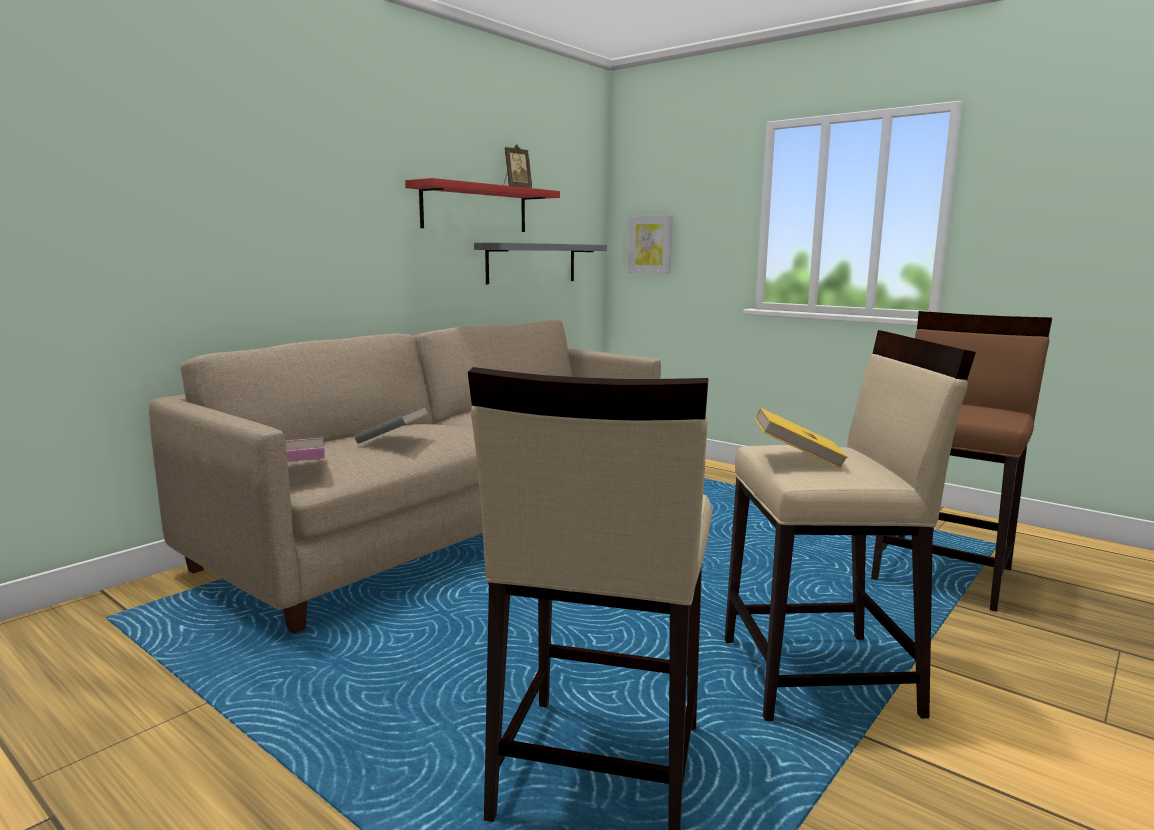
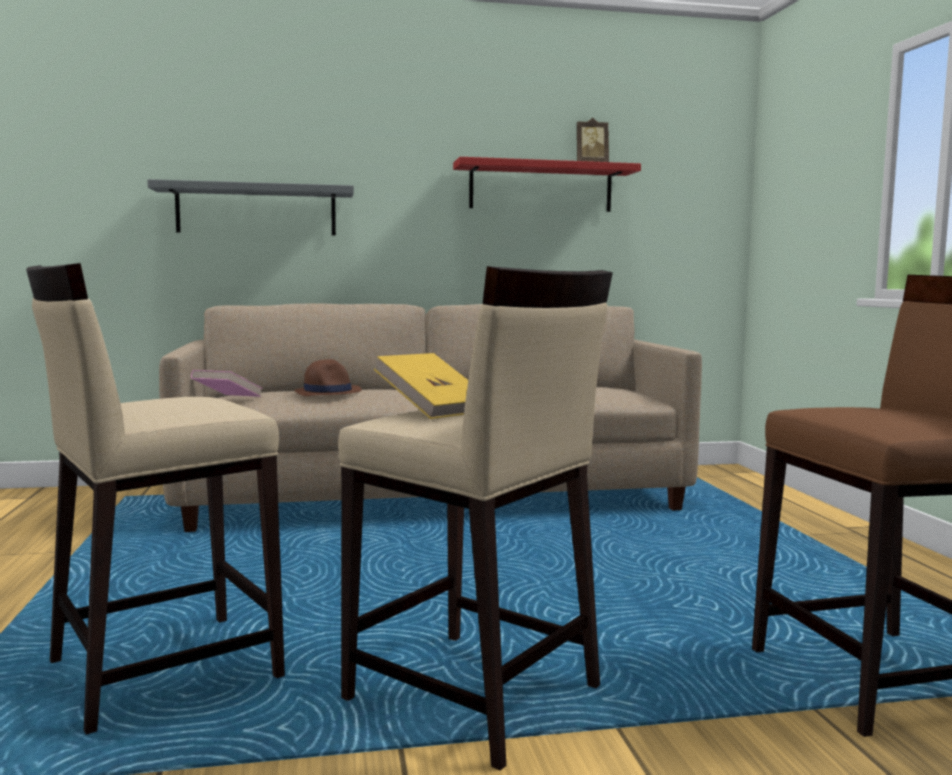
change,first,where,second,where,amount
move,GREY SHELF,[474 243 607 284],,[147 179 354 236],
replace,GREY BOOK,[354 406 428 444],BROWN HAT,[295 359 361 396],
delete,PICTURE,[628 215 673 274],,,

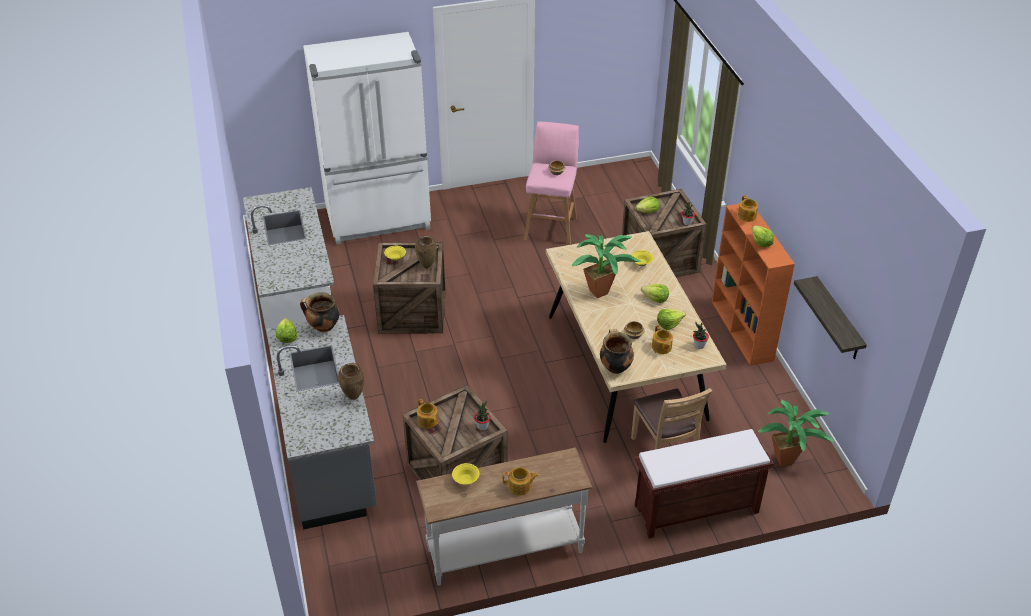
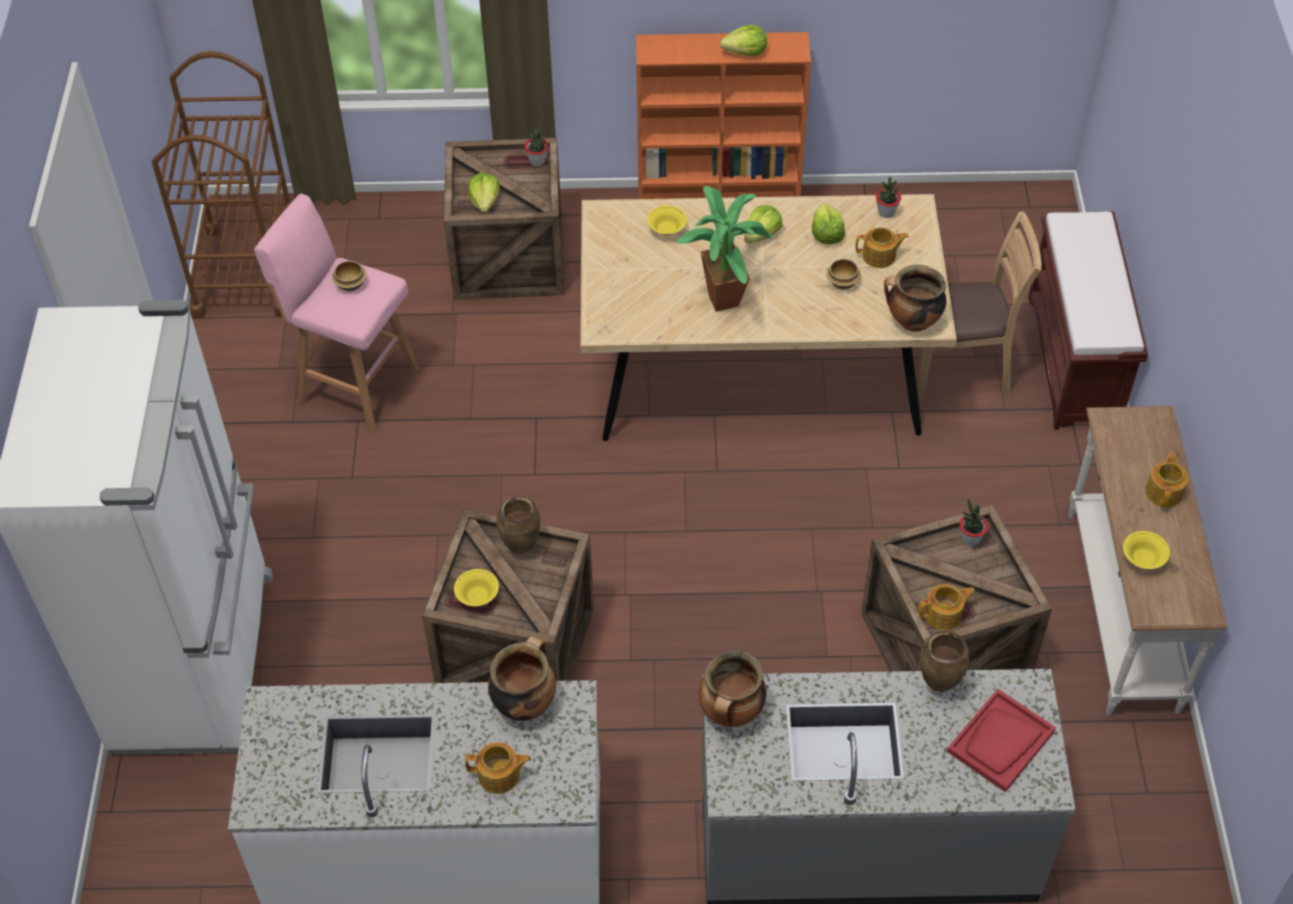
change,first,where,second,where,amount
insert,,,BROWN CART,[152 51 291 319],
move,TEAPOT,[738 195 758 222],,[465 742 531 794],
insert,,,COOKING POT,[488 636 556 721],
insert,,,RED TRAY,[947 689 1056 792],
delete,LETTUCE,[276 318 297 343],,,
delete,POTTED PLANT,[758 400 834 466],,,
delete,SHELF,[794 276 867 359],,,

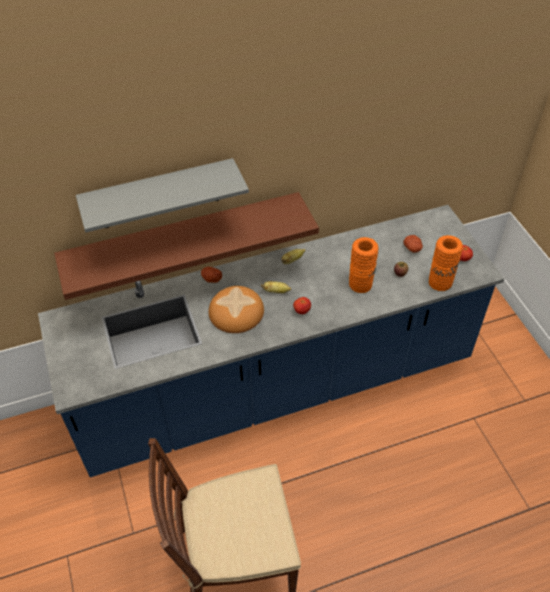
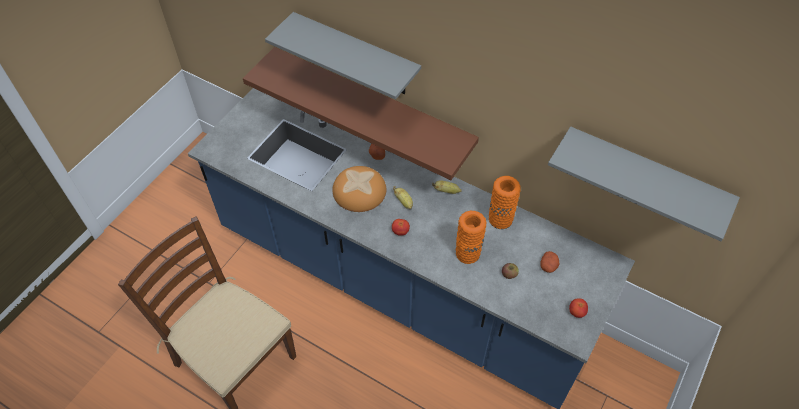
change,first,where,second,where,amount
move,ORANGE VASE,[429 235 463 291],,[489 176 521 229],
insert,,,GREY SHELF,[548 127 740 241],

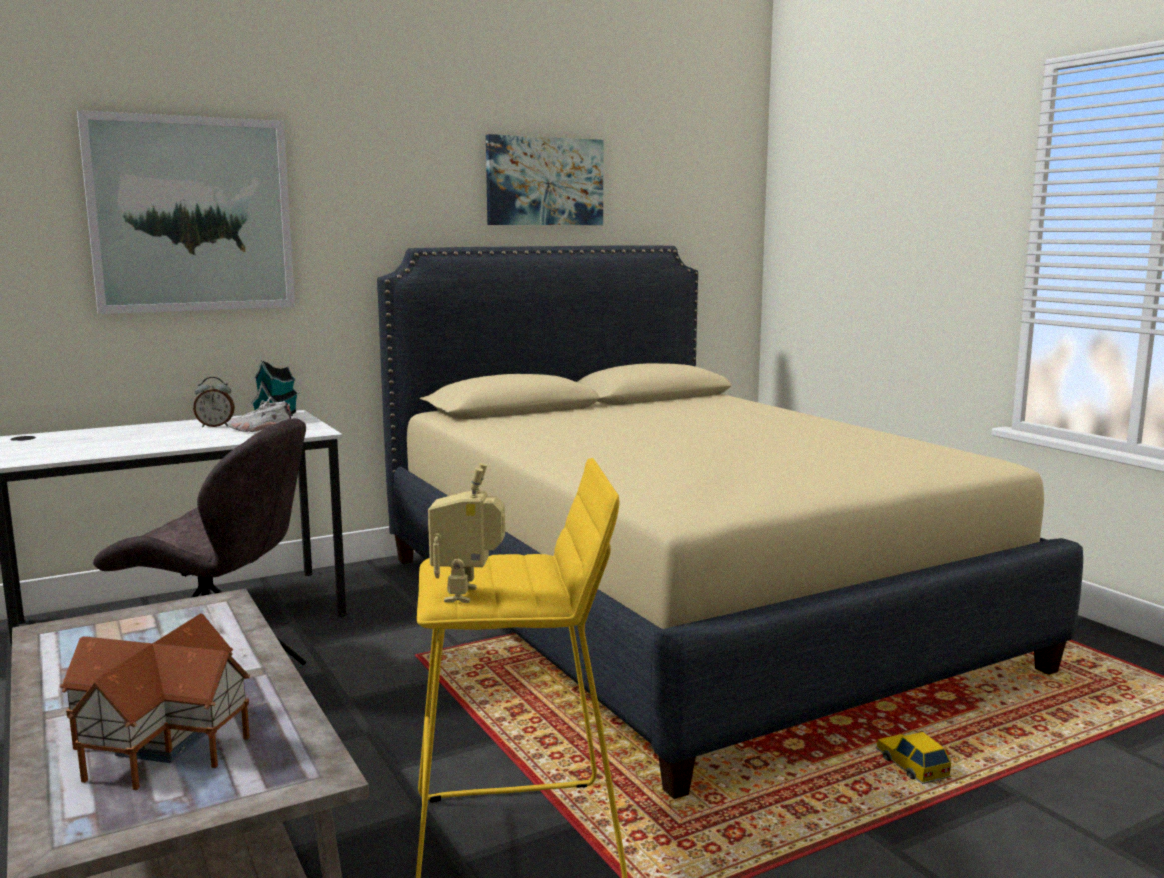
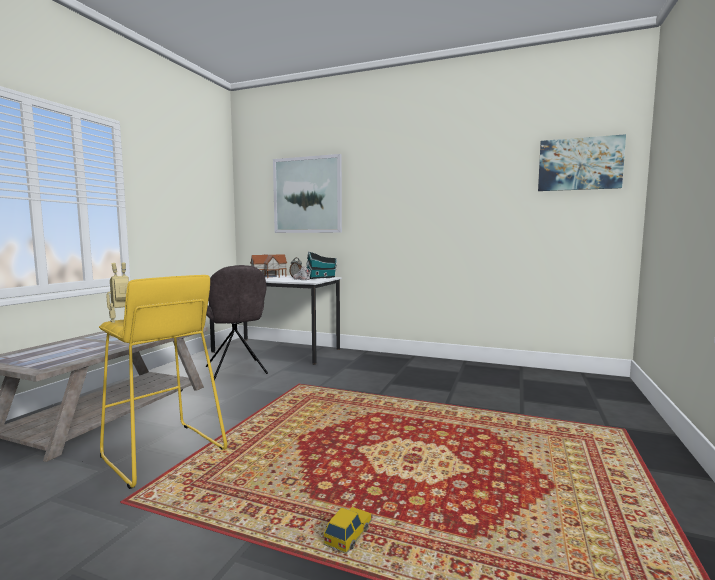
change,first,where,second,where,amount
move,TOY HOUSE,[59 613 250 790],,[250 254 287 278],
move,PICTURE,[486 134 603 225],,[538 134 626 191],
delete,BEIGE BED,[377 245 1083 799],,,

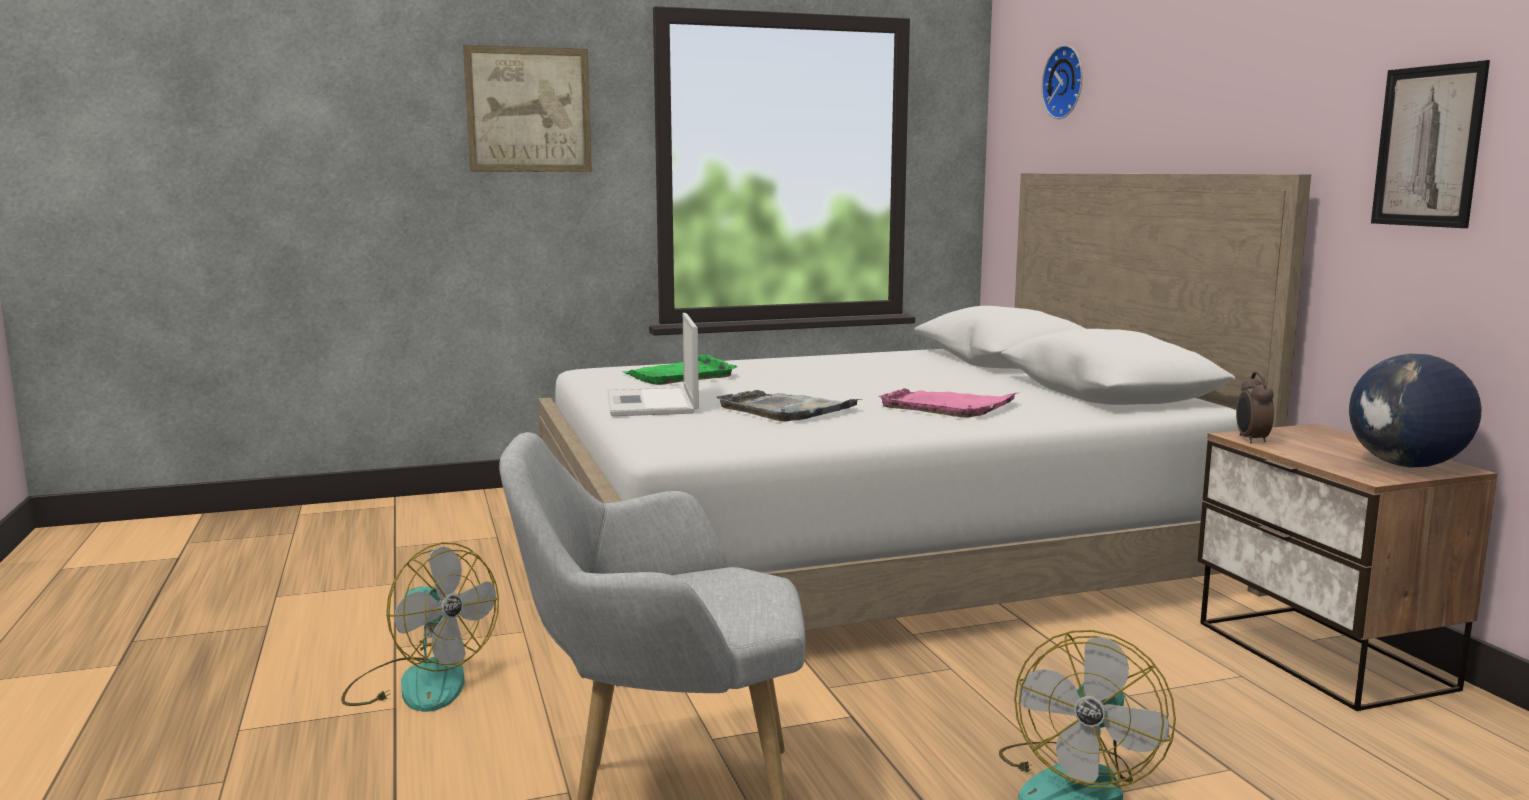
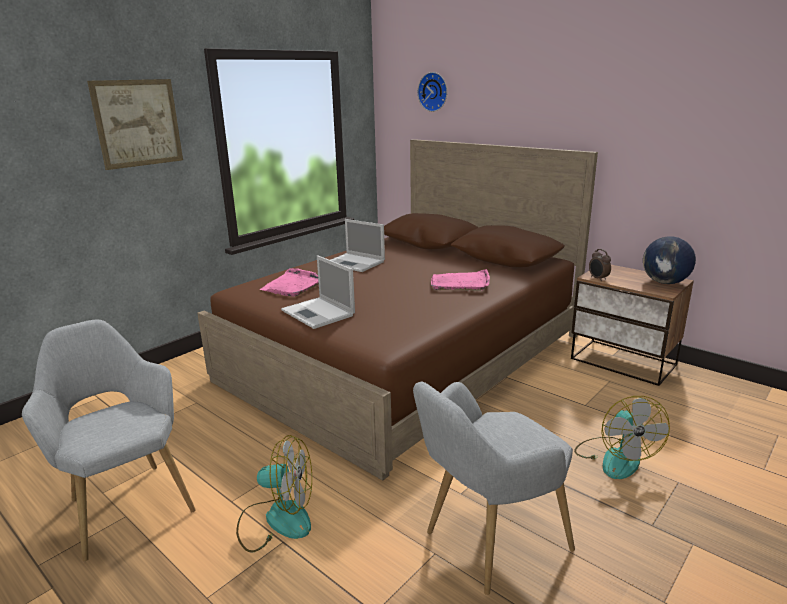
change,first,where,second,where,amount
insert,,,GREY ARMCHAIR,[22 320 196 561],
recolor,WHITE BED,[538 174 1311 686],BROWN BED,[197 139 598 481],
recolor,GREEN TRAY,[622 355 738 385],PINK TRAY,[259 268 319 297],
insert,,,LAPTOP,[330 219 385 272],
delete,GREY TRAY,[717 390 862 421],,,
delete,PICTURE,[1371 60 1490 228],,,

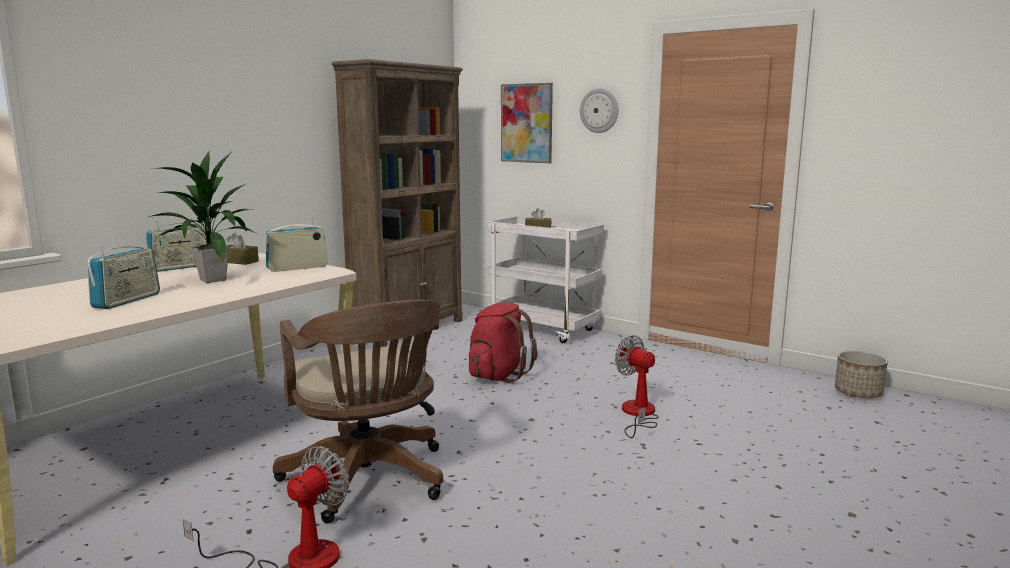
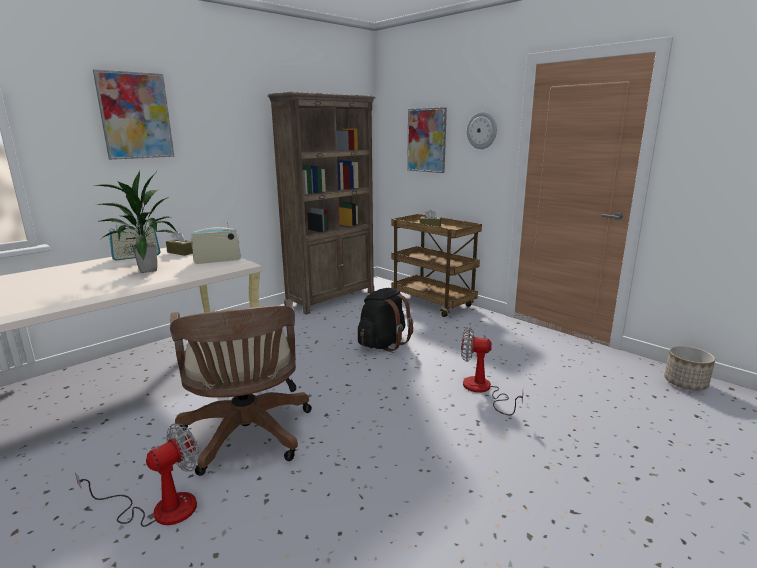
change,first,where,second,where,amount
insert,,,PICTURE,[93 69 175 160],
recolor,RED BACKPACK,[469 303 537 383],BLACK BACKPACK,[358 288 413 352],
recolor,WHITE CART,[488 216 604 343],BROWN CART,[391 214 482 317],
rotate,FAN,[615 335 659 438],,[461 327 523 415],45 degrees counterclockwise
delete,RADIO,[87 246 160 309],,,

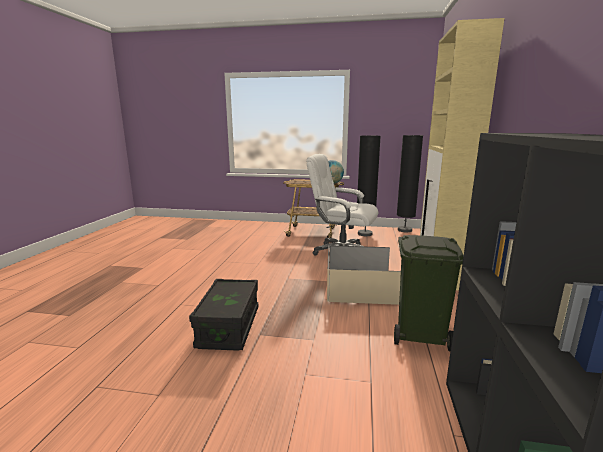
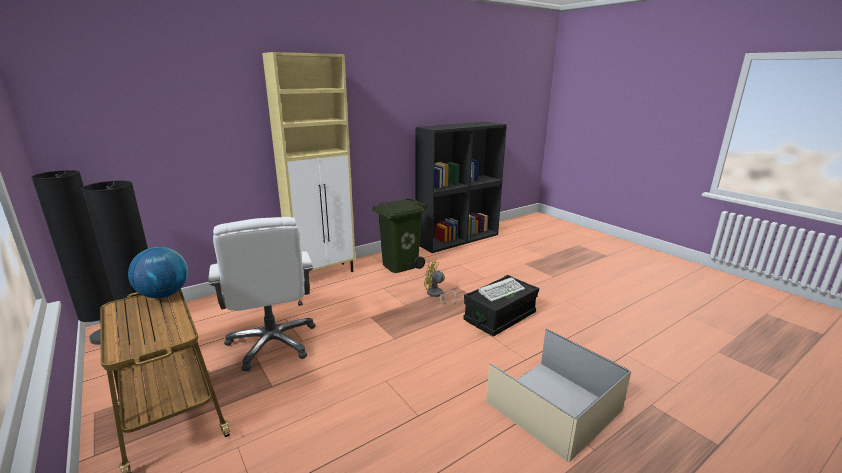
change,first,where,second,where,amount
insert,,,YELLOW FAN,[424 261 457 305],
insert,,,KEYBOARD,[478 277 525 302],
move,BEIGE STORAGE BOX,[327 245 401 305],,[486 329 631 463],

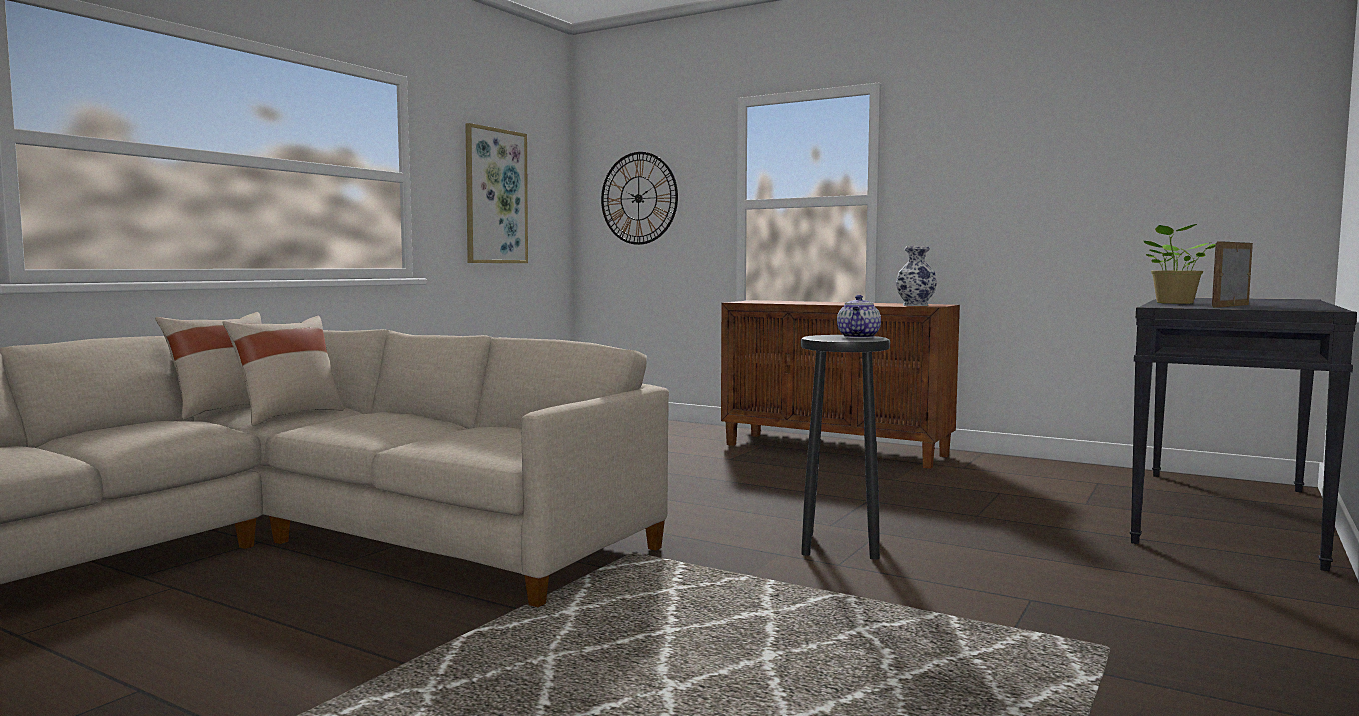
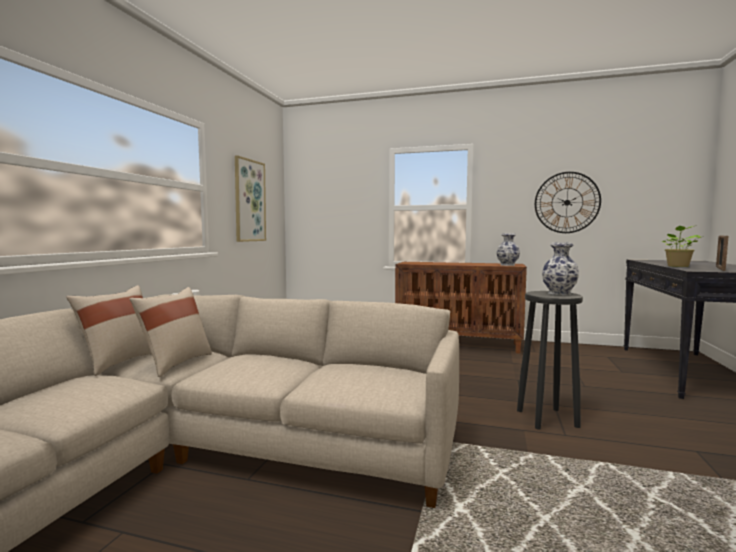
change,first,where,second,where,amount
move,WALL CLOCK,[601 152 678 245],,[535 172 601 233],
replace,TEAPOT,[837 295 881 338],VASE,[542 242 579 295],

